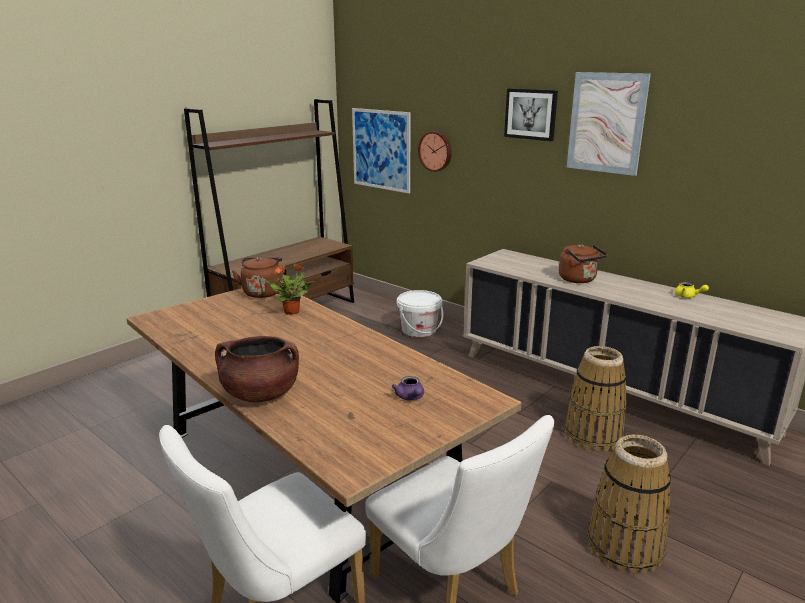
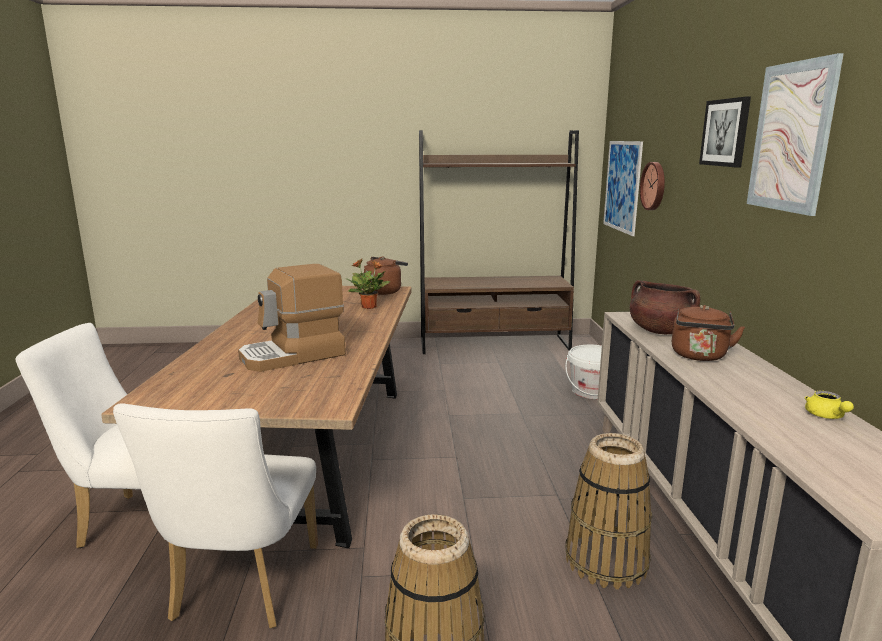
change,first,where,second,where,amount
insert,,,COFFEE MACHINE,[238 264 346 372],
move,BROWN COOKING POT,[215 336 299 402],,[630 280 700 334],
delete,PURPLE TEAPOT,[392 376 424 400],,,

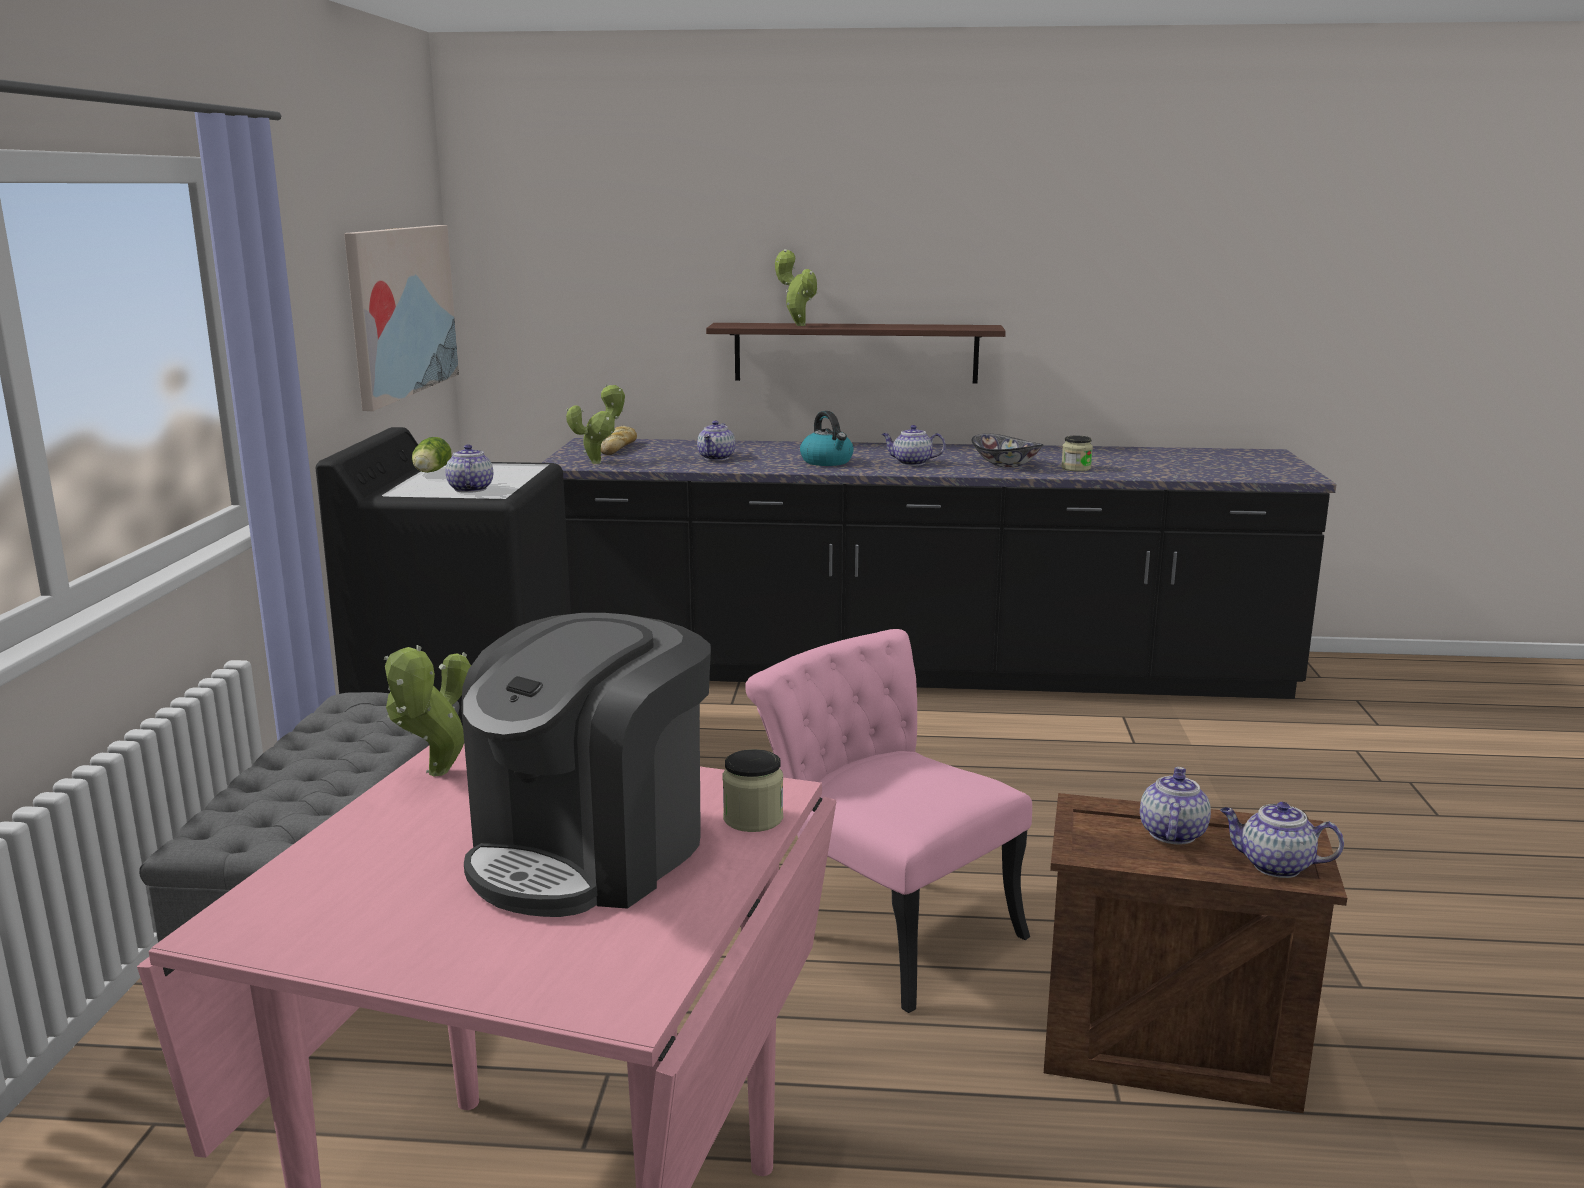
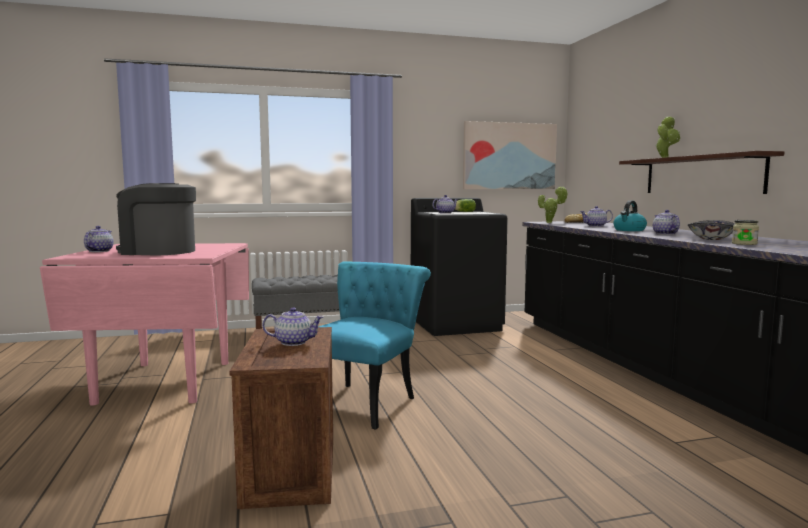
change,first,where,second,where,amount
move,TEAPOT,[1220 802 1344 878],,[84 226 114 252],
recolor,PINK CHAIR,[745 629 1032 1013],TURQUOISE CHAIR,[319 261 431 430],
delete,POTTED PLANT,[384 645 471 777],,,
delete,JAR,[723 749 783 832],,,

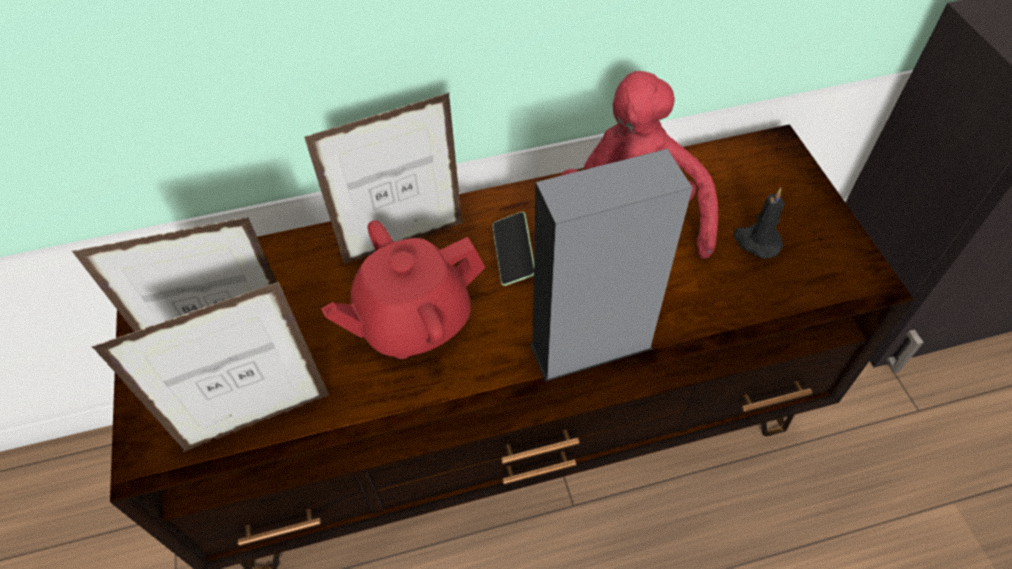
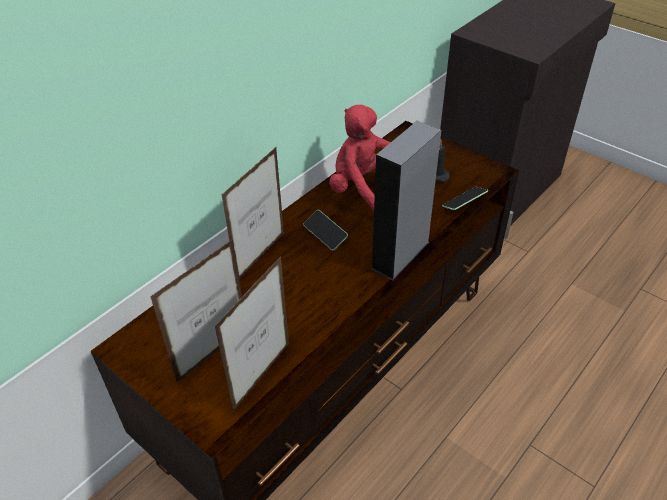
change,first,where,second,where,amount
insert,,,PHONE,[442 187 488 210],
delete,RED TEAPOT,[321 220 486 359],,,

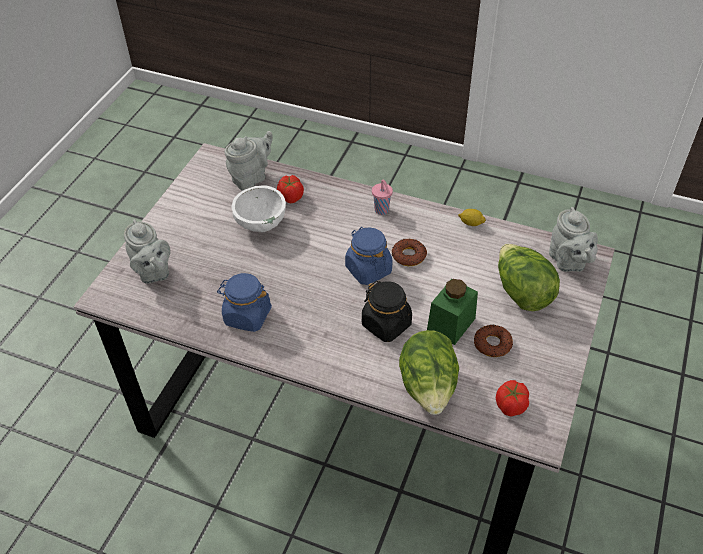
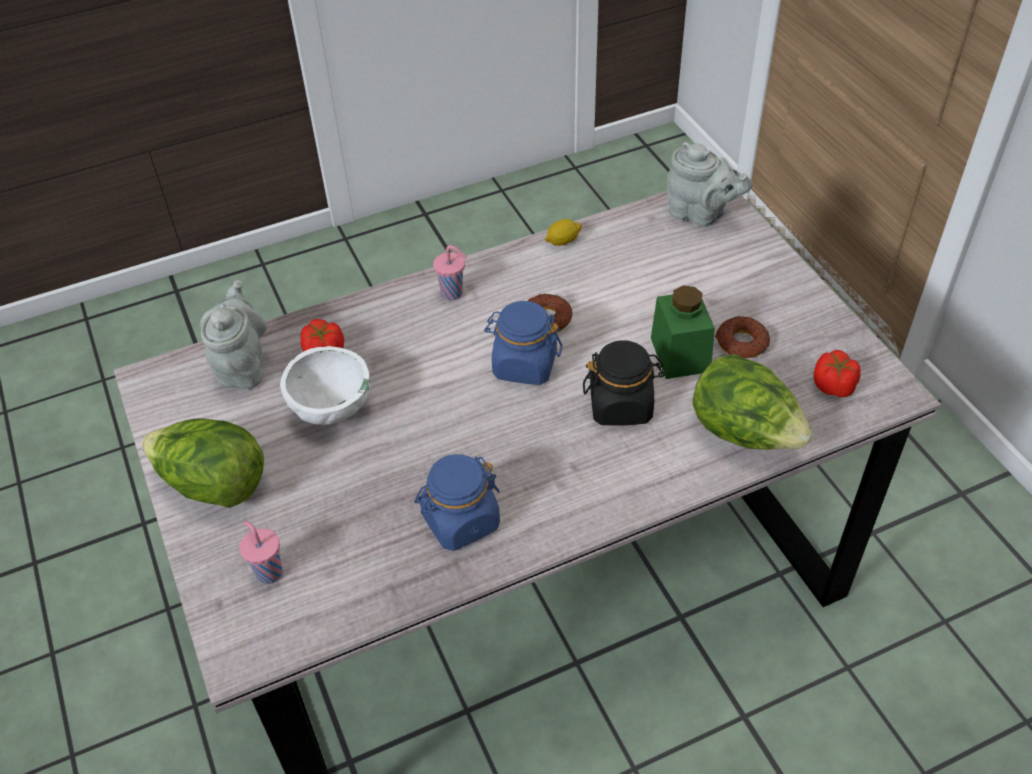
change,first,where,second,where,amount
move,LETTUCE,[498 244 560 311],,[142 418 264 508],
replace,GREY TEAPOT,[124 219 171 284],PINK CUP,[240 521 283 584],

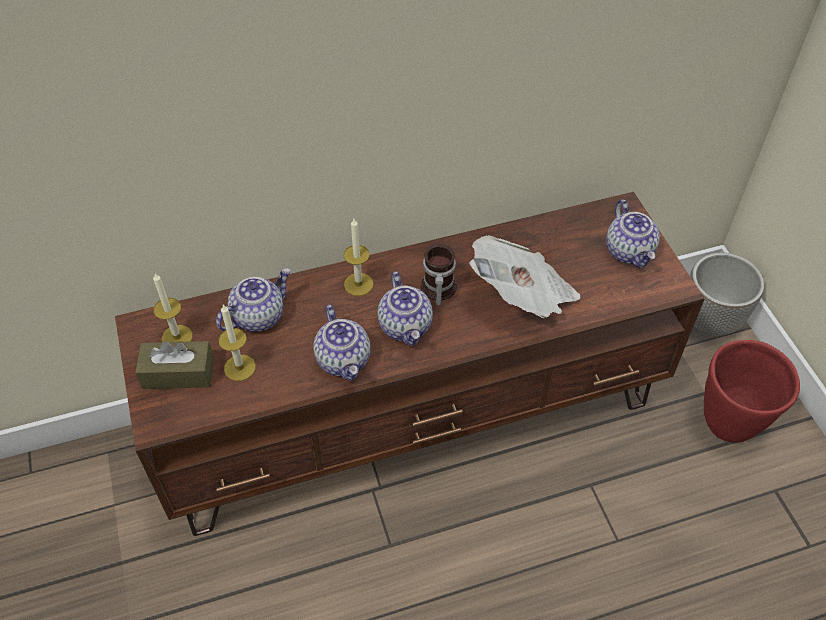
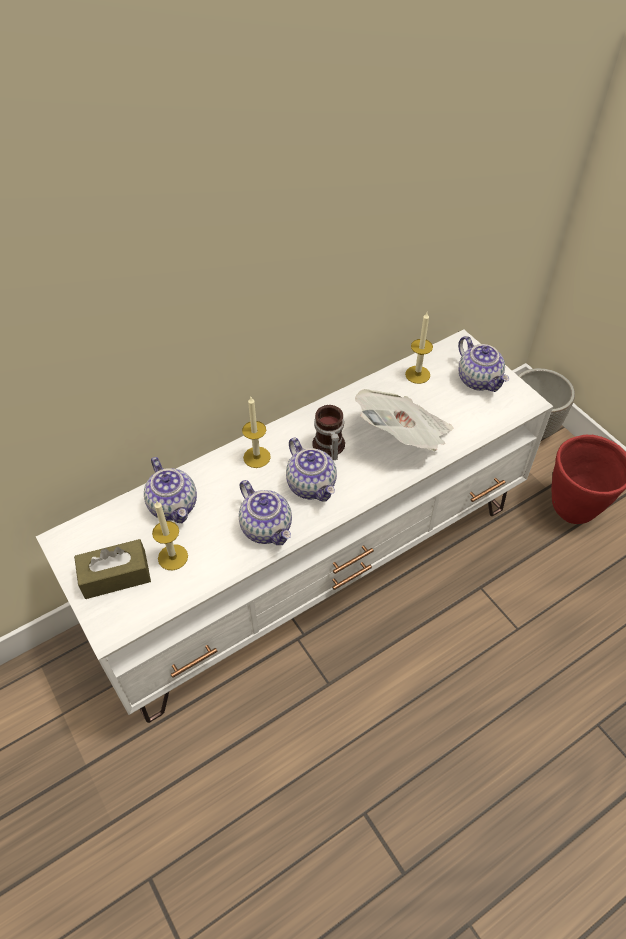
change,first,where,second,where,amount
recolor,BROWN TV STAND,[115 192 705 536],WHITE TV STAND,[36 330 553 723],
rotate,TEAPOT,[216 268 291 332],,[144 457 197 523],120 degrees clockwise
move,CANDLE,[153 273 193 342],,[405 313 433 384],

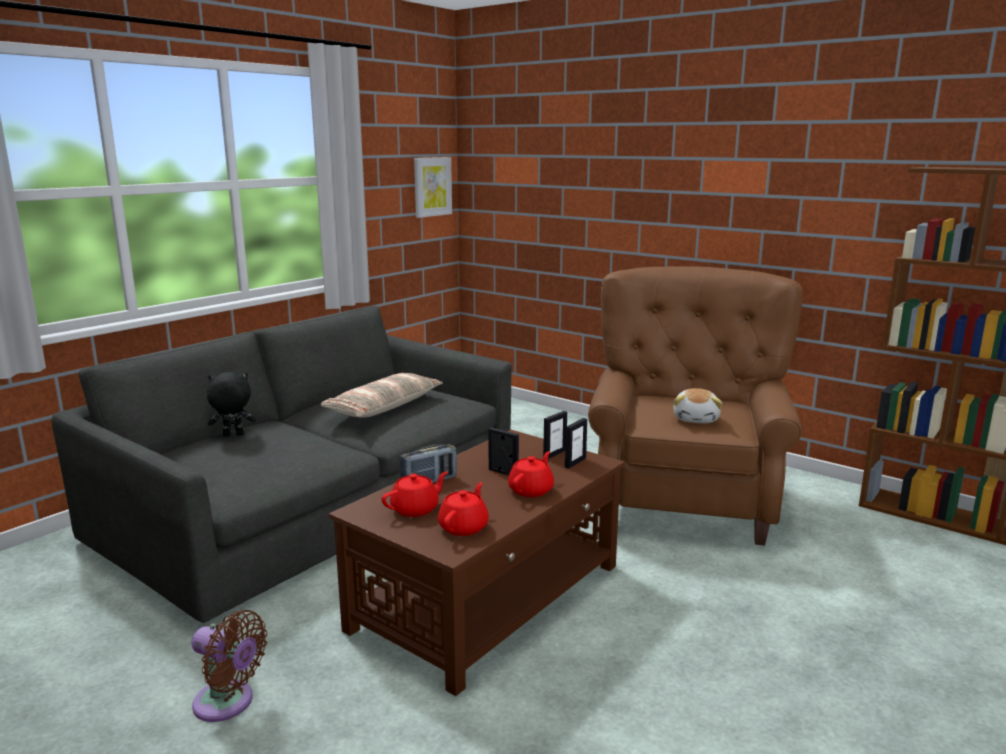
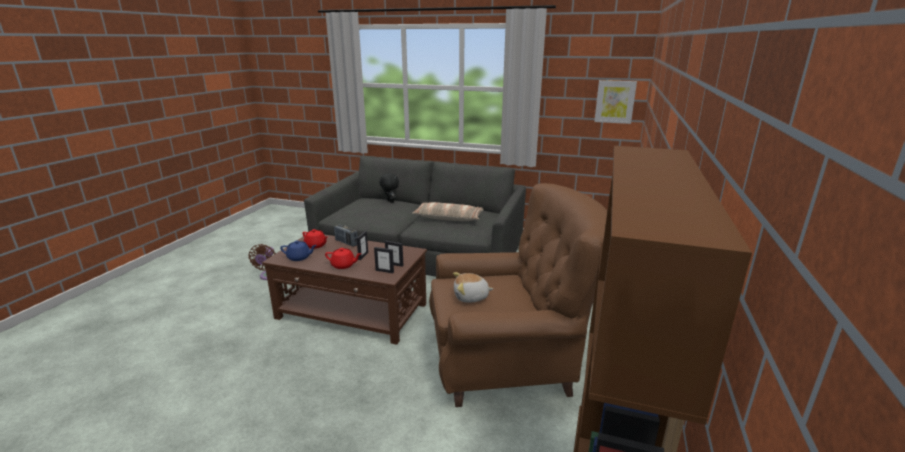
change,first,where,second,where,amount
recolor,RED TEAPOT,[438 482 489 536],BLUE TEAPOT,[280 241 317 261],

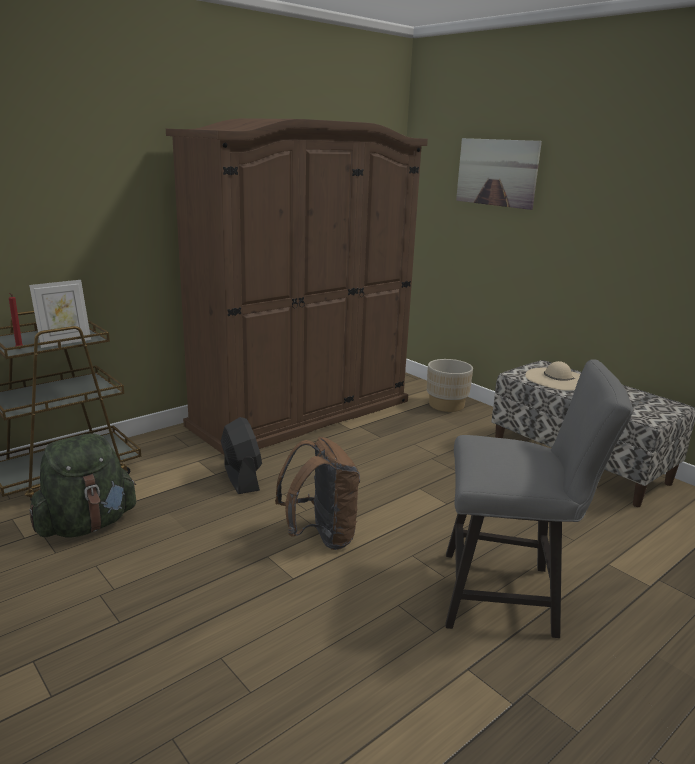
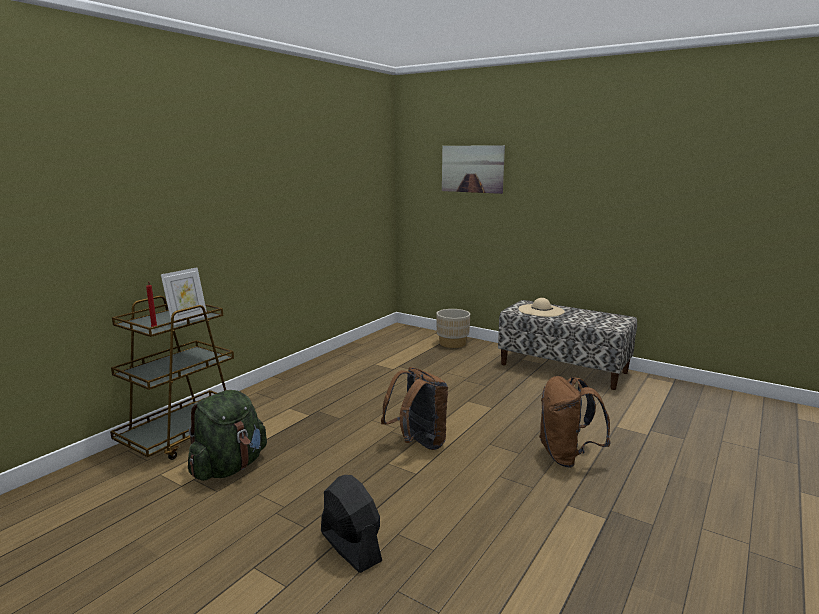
change,first,where,second,where,amount
move,BLACK FAN,[221 417 262 494],,[321 475 382 573],
replace,GREY CHAIR,[446 360 633 638],BROWN BACKPACK,[539 376 611 468],
delete,BROWN WARDROBE,[166 118 428 455],,,

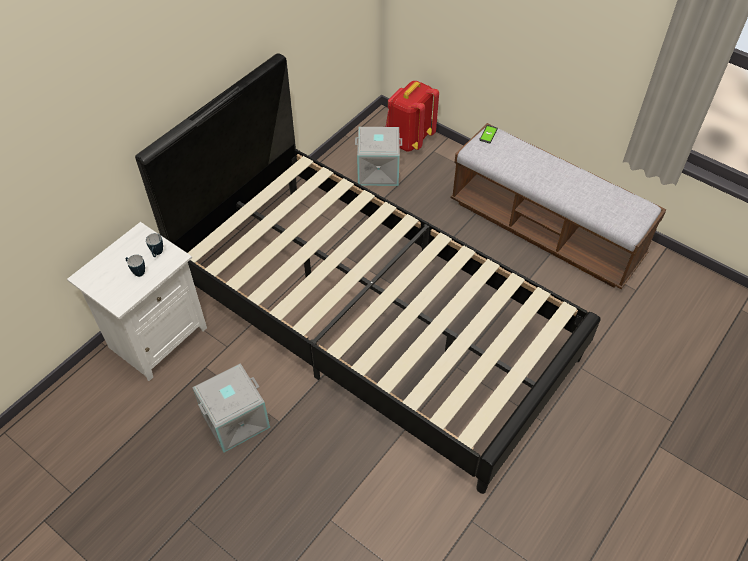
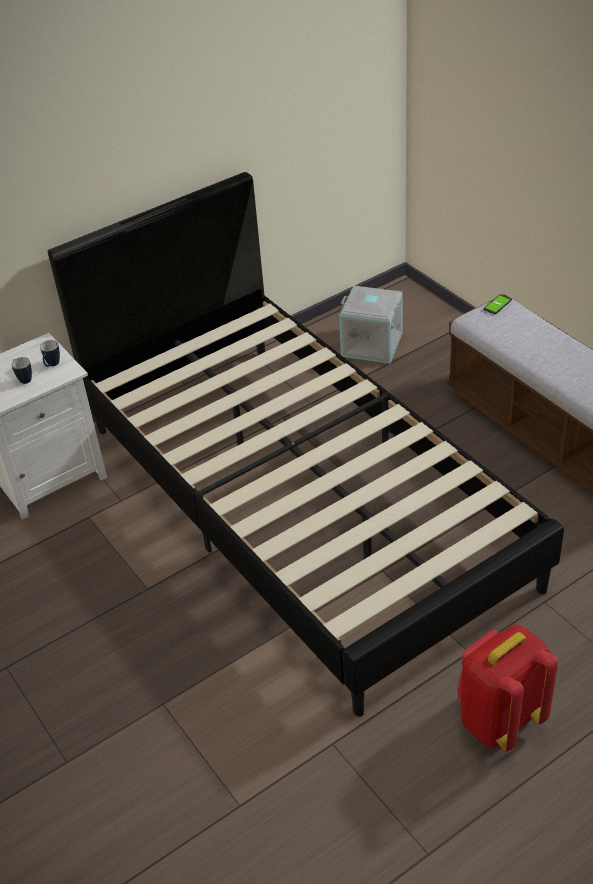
change,first,where,second,where,amount
move,RED BACKPACK,[386 81 439 152],,[457 625 558 751],
delete,GREY STORAGE BOX,[192 363 270 453],,,

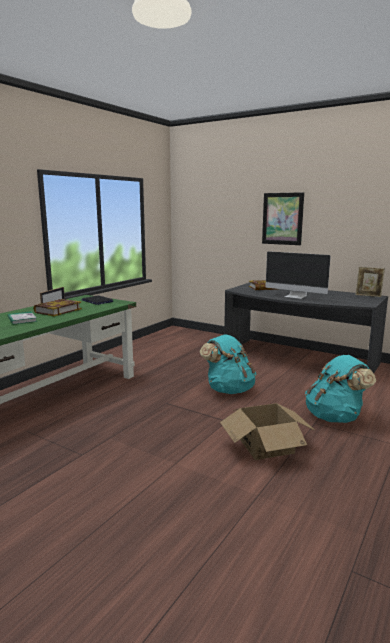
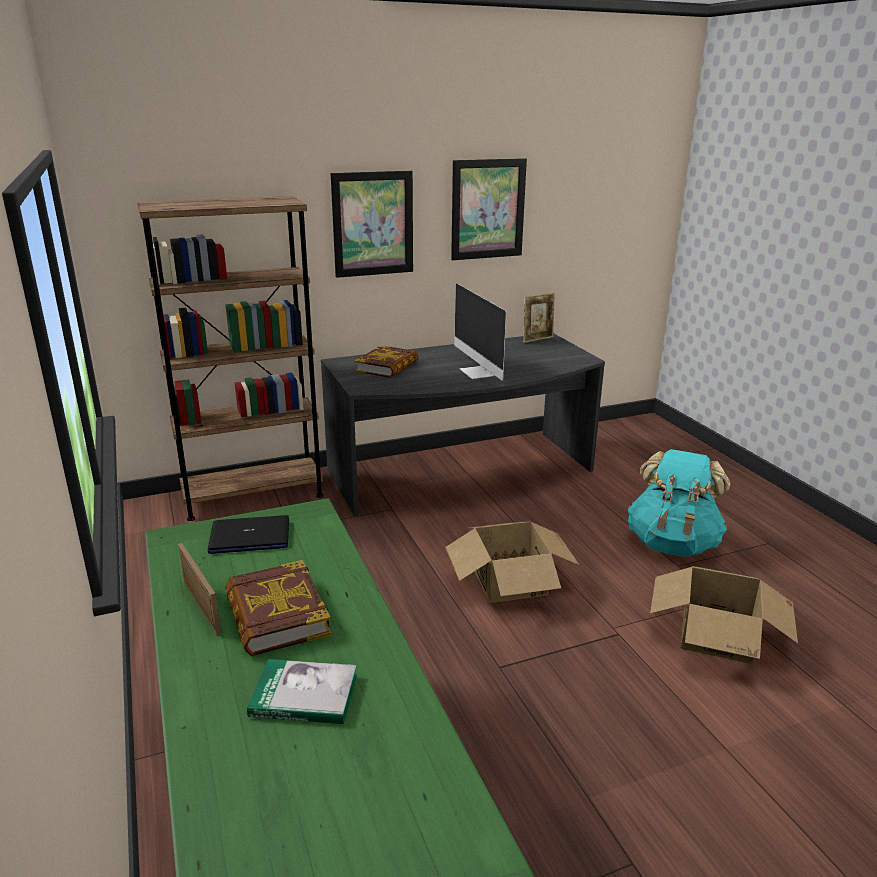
change,first,where,second,where,amount
insert,,,BROWN BOOKCASE,[137 196 324 521],
replace,TURQUOISE BACKPACK,[200 334 257 394],CARDBOARD BOX,[445 522 579 603],
insert,,,PICTURE,[451 158 527 260],
rotate,MONITOR,[266 251 331 299],,[454 283 506 381],90 degrees clockwise

